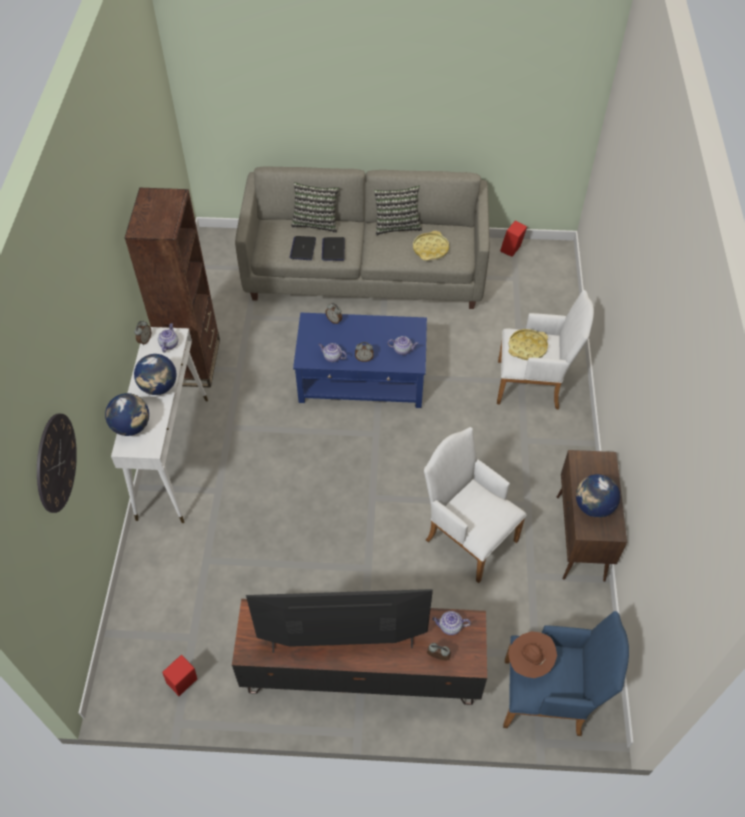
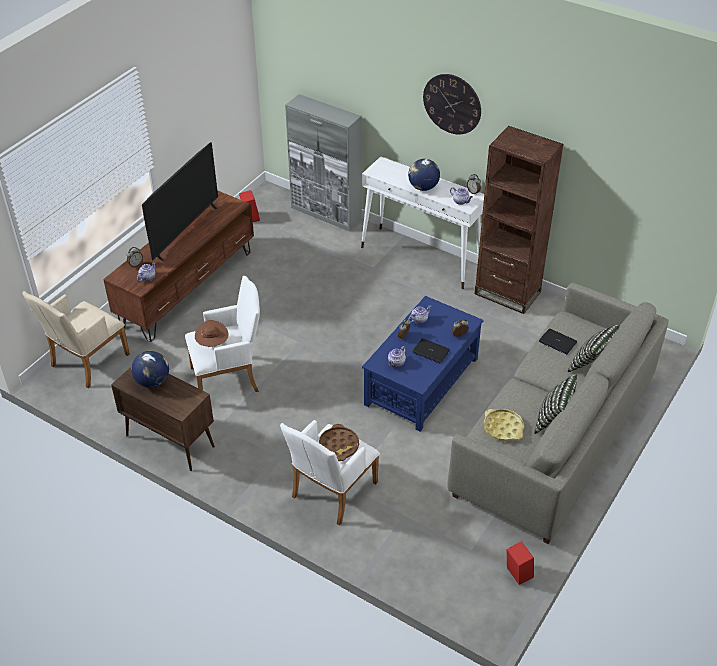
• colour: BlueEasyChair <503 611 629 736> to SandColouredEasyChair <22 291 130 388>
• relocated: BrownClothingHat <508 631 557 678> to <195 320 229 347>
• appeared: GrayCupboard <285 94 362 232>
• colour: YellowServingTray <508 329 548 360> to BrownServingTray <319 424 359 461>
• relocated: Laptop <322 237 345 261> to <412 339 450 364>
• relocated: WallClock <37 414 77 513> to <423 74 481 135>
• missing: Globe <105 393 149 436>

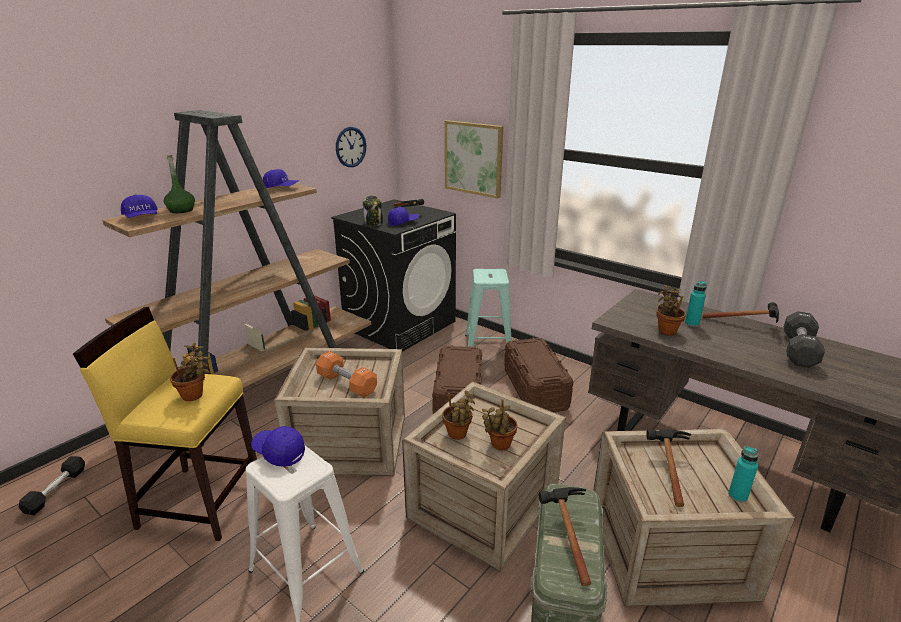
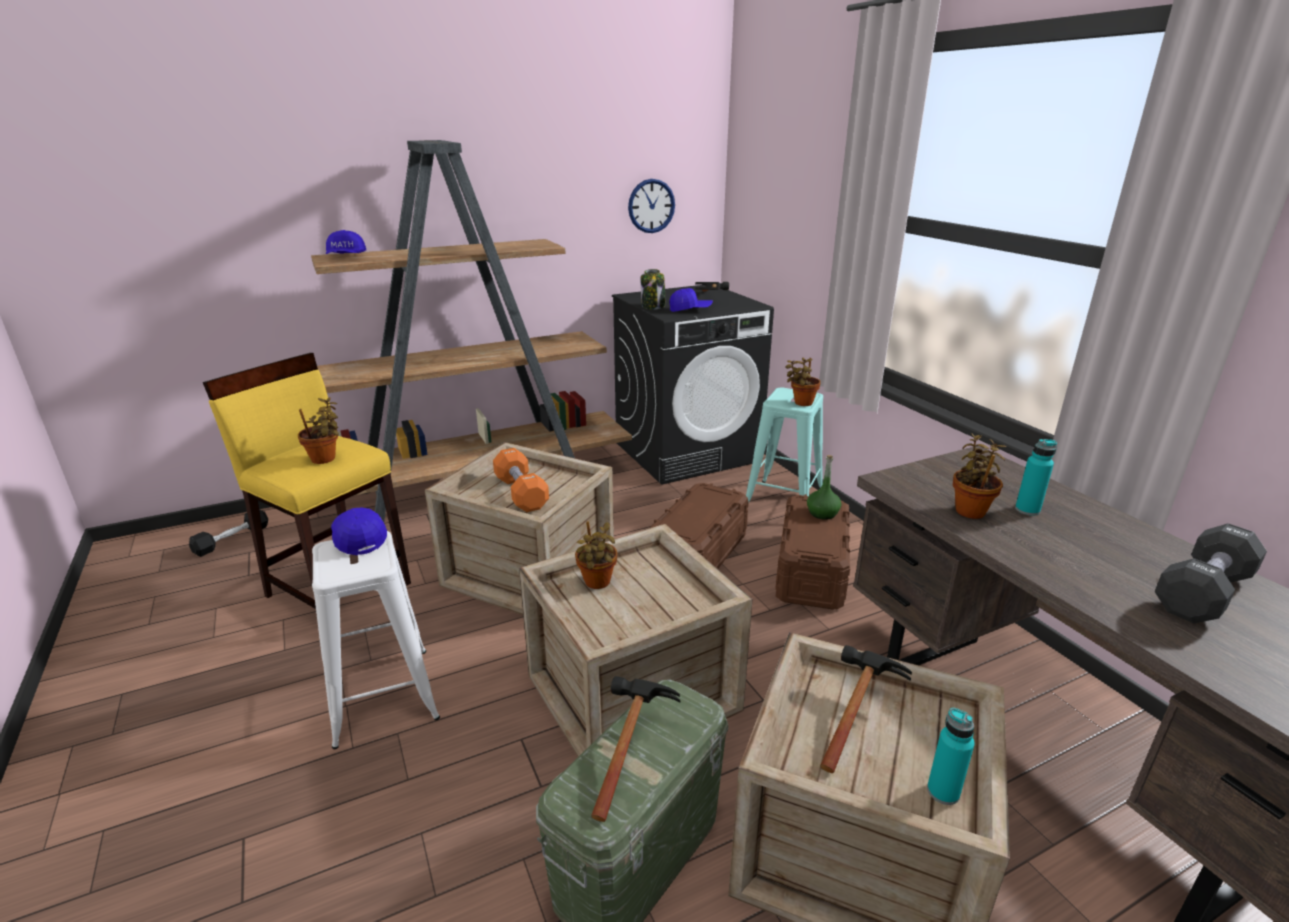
• relocated: Houseplant <482 399 517 450> to <785 357 821 406>
• relocated: GreenColouredBottle <163 155 195 213> to <807 455 842 520>
• missing: BlueCap <263 169 300 188>
• missing: WallArt <444 120 503 199>
• missing: ToolHammer <703 302 779 323>

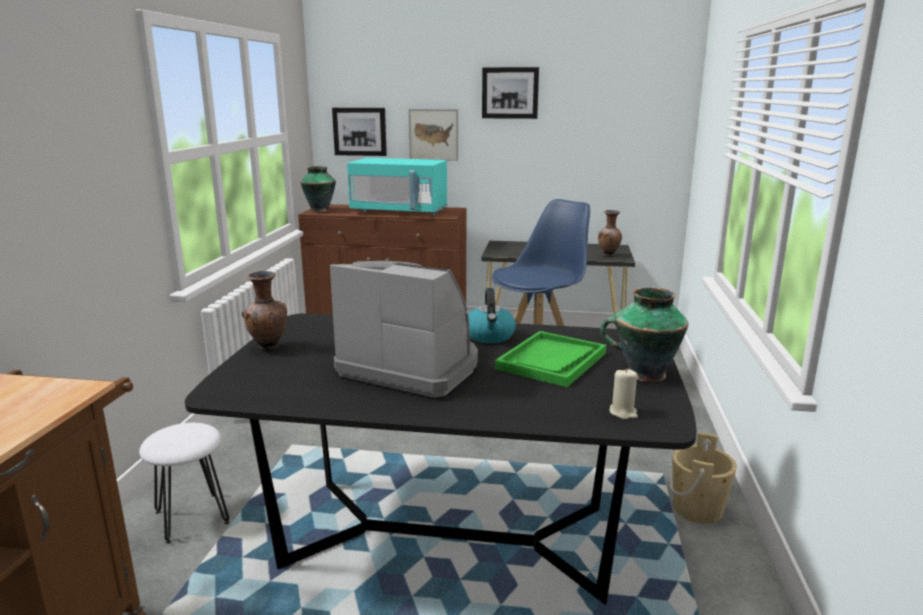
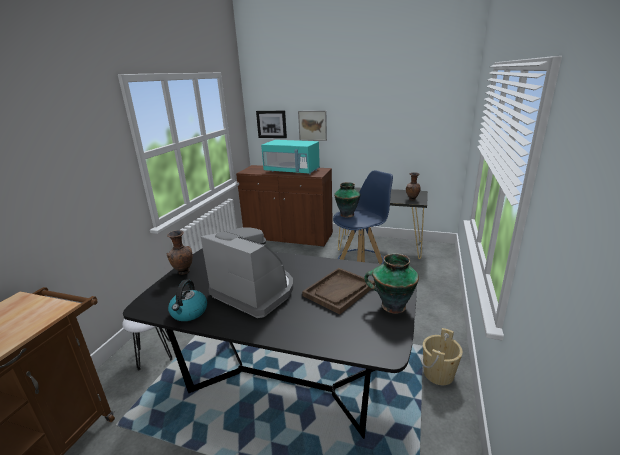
• relocated: TeaKettle <468 288 516 343> to <168 280 207 321>
• colour: GreenColouredServingTray <495 331 606 387> to BrownServingTray <302 268 375 314>
• relocated: Vase <300 166 336 212> to <334 182 360 217>
• missing: WallArt <482 67 539 119>
• missing: SandColouredWaxCandle <610 368 638 419>

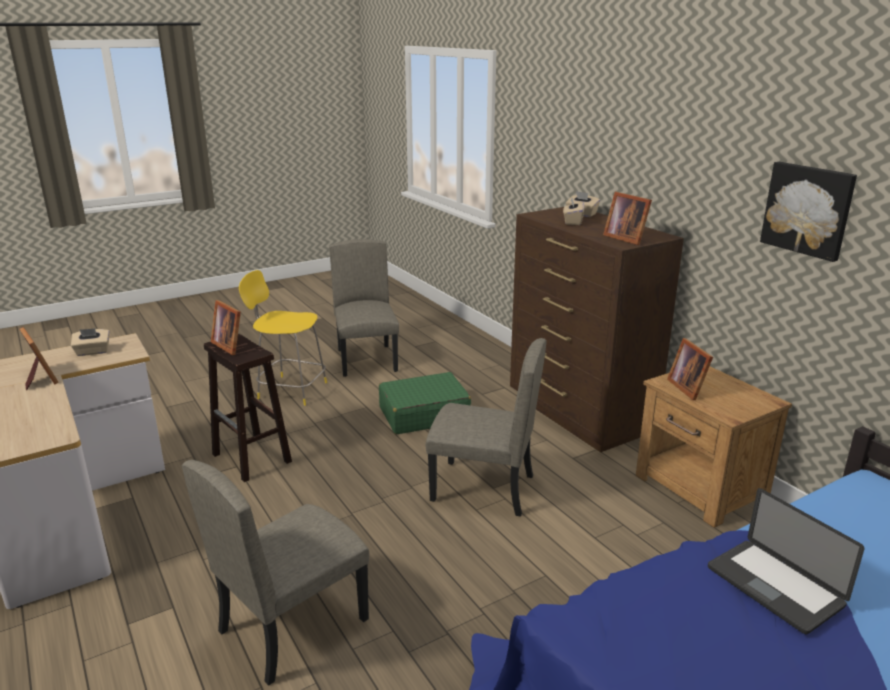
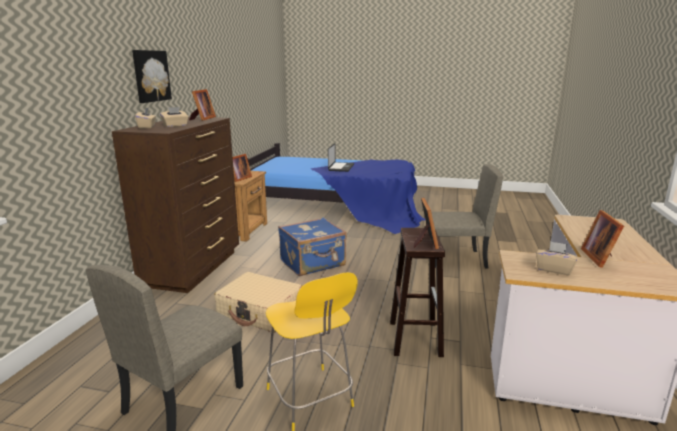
• relocated: WallArt <760 162 857 262> to <132 50 172 103>
• colour: GreenColouredTravelCase <379 372 471 434> to SandColouredTravelCase <214 272 302 333>
• exchanged: SandColouredChair <426 338 547 517> to BlueTravelCase <278 218 347 276>

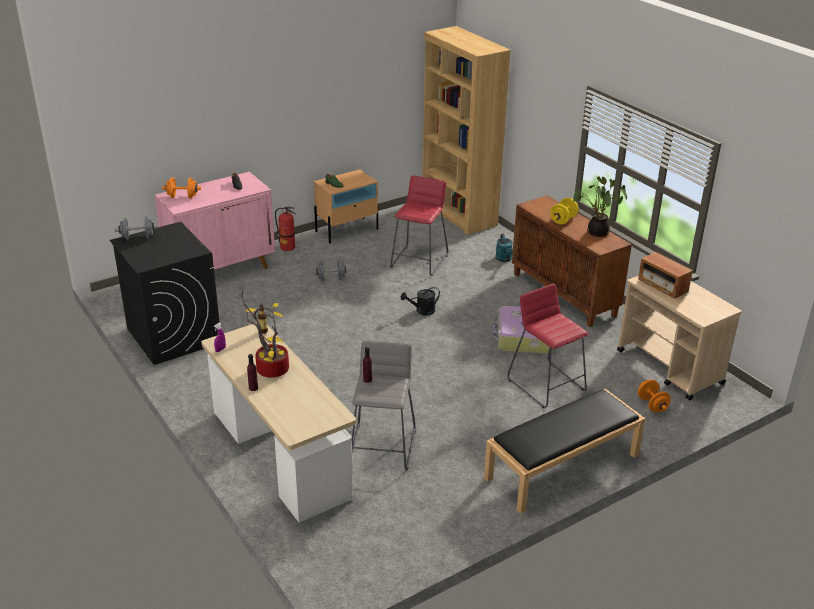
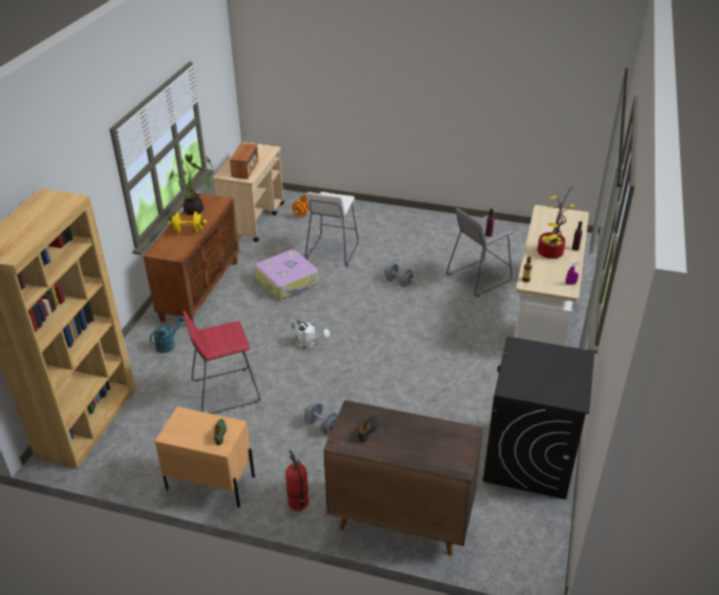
• colour: BlackishWateringCan <401 287 440 315> to WhitishWateringCan <292 320 330 349>
• colour: ReddishSittingStool <507 283 589 408> to WhitishSittingStool <305 192 359 267>
• colour: PinkColouredCupboard <154 172 275 269> to BrownCupboard <324 400 483 556>
• relocated: GrayDumbbell <115 216 158 240> to <384 263 415 287>
• missing: OrangeyDumbbell <162 177 201 199>
• missing: BlackishIndoorBench <484 389 645 514>

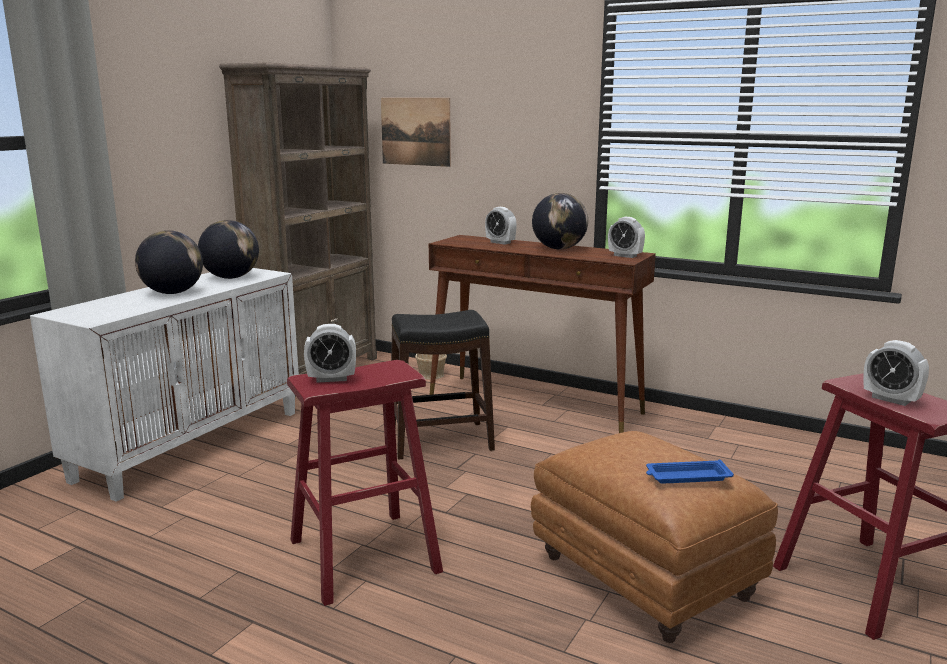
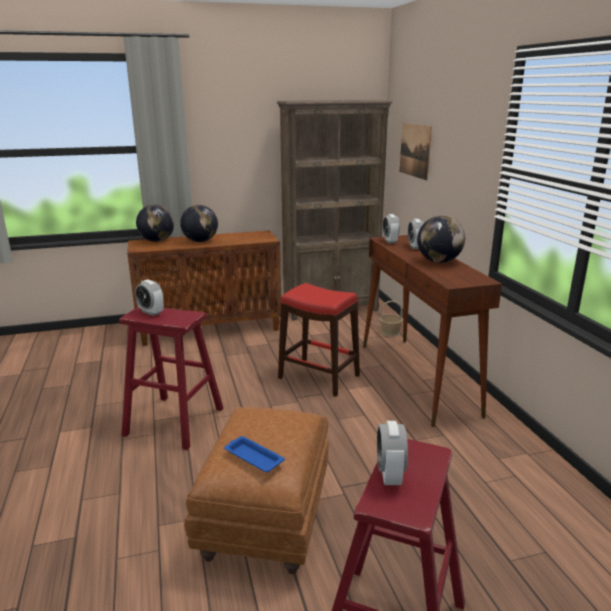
• colour: WhitishCupboard <30 268 299 502> to BrownCupboard <127 230 281 346>
• relocated: Globe <198 220 259 279> to <136 205 174 242>
• colour: BlackishSittingStool <391 310 495 459> to ReddishSittingStool <278 283 360 396>
• relocated: TableClock <608 217 645 258> to <383 214 400 243>

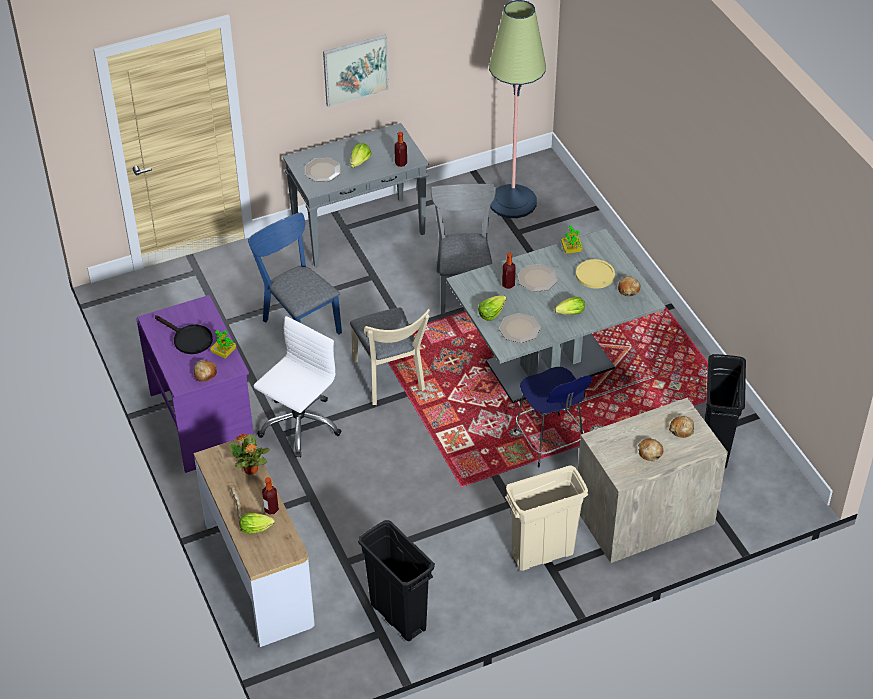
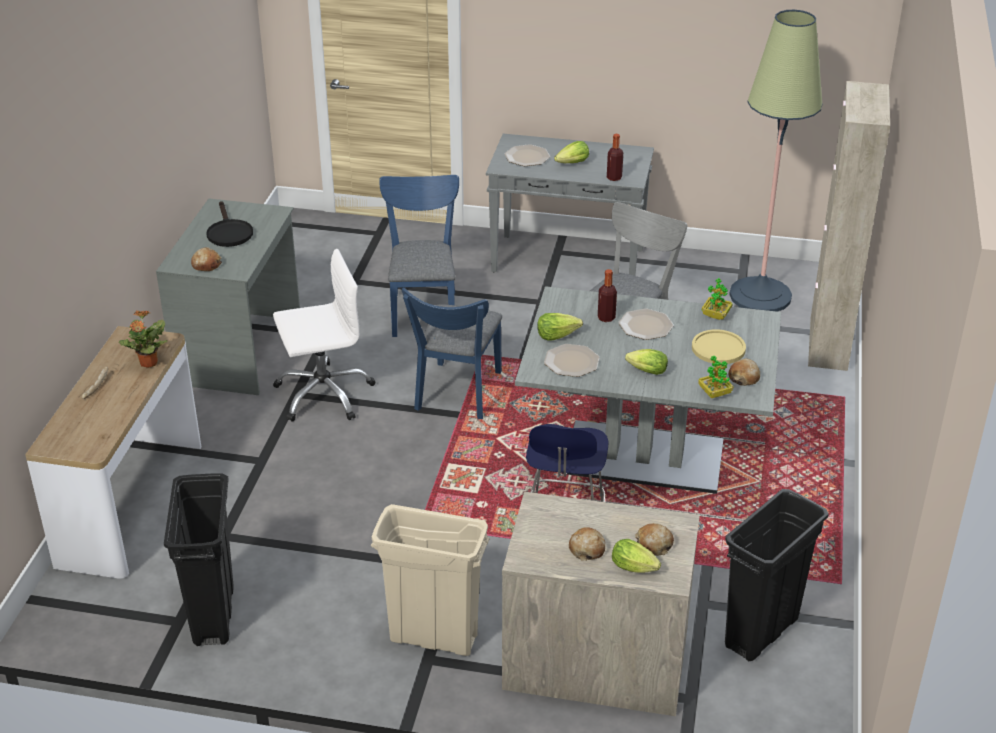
• colour: PurplishDesk <136 295 254 473> to GrayDesk <156 199 300 395>
• colour: SandColouredChair <350 308 430 405> to BlueChair <401 288 502 419>
• relocated: LettuceHead <240 513 275 534> to <612 539 661 573>
• relocated: Houseplant <210 330 236 359> to <698 356 733 398>
• appeared: SandColouredCupboard <808 81 890 371>
• missing: Bottle <262 477 279 515>
• missing: WallArt <323 35 389 107>

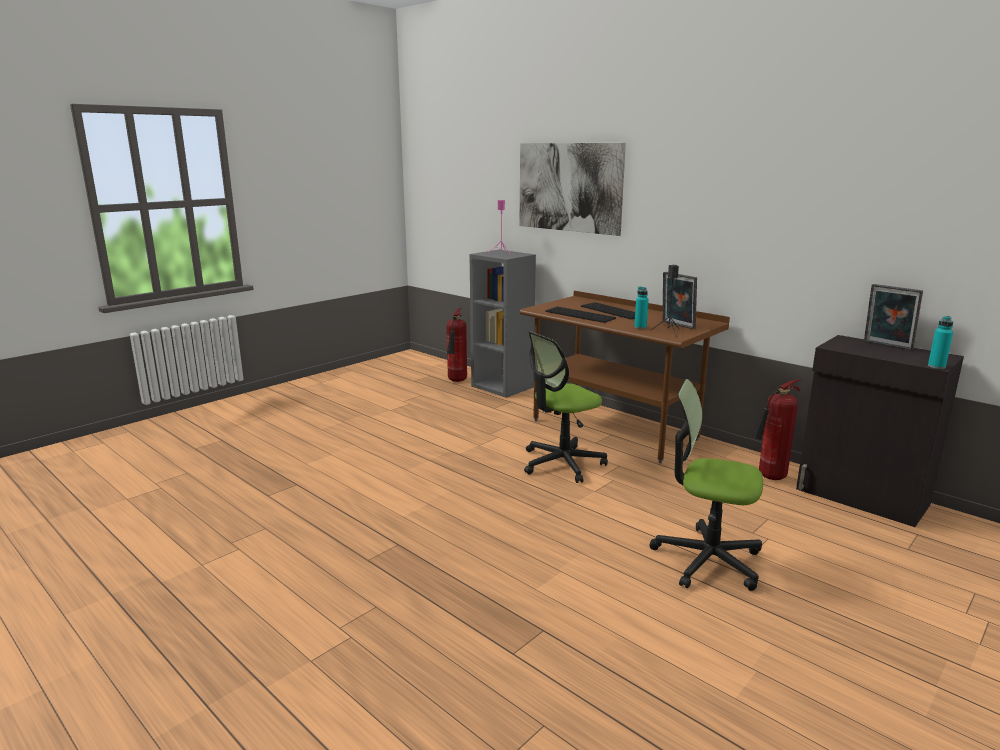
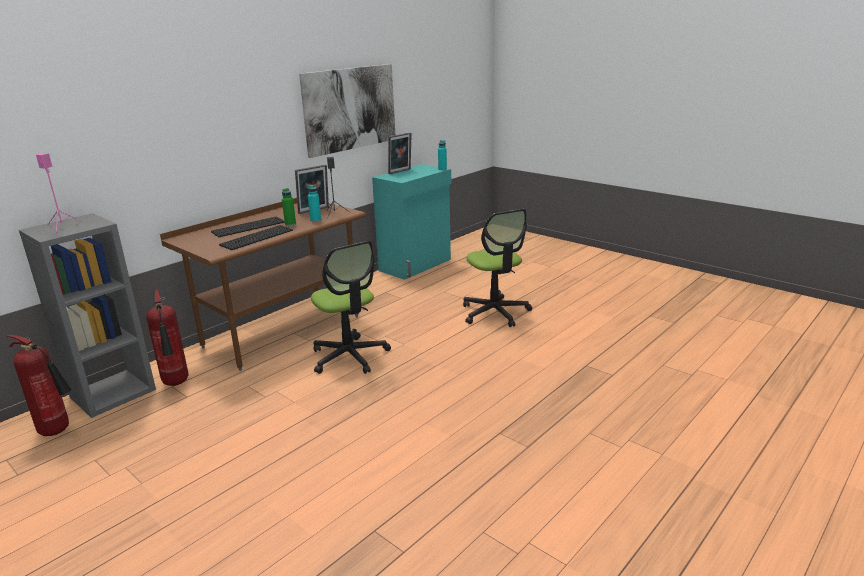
• relocated: Extinguisher <751 379 802 480> to <146 290 188 386>
• appeared: GreenColouredBottle <282 188 296 226>
• relocated: WallArt <519 143 626 236> to <299 64 395 158>
• colour: BlackishCupboard <796 335 964 527> to BlueGreenCupboard <372 164 451 280>
• spun: OfficeChair <650 379 763 591> = <463 209 532 327> 45 degrees counterclockwise

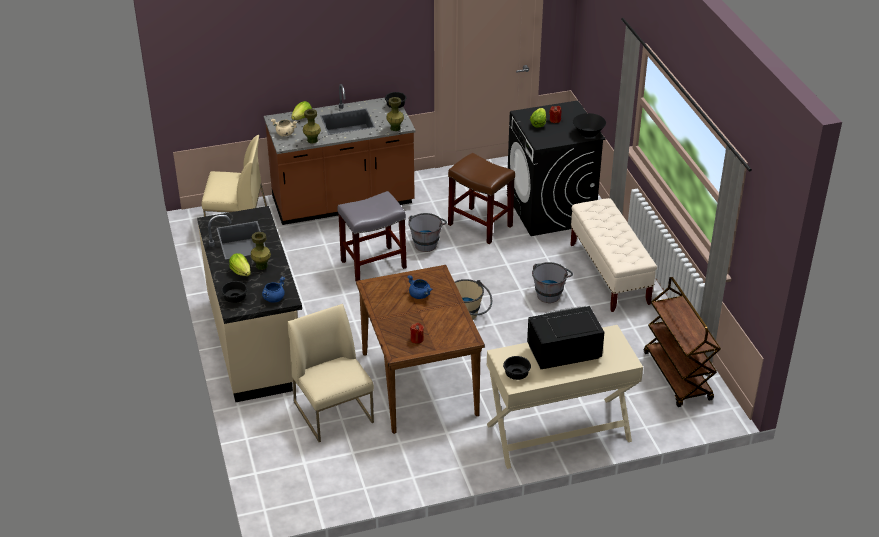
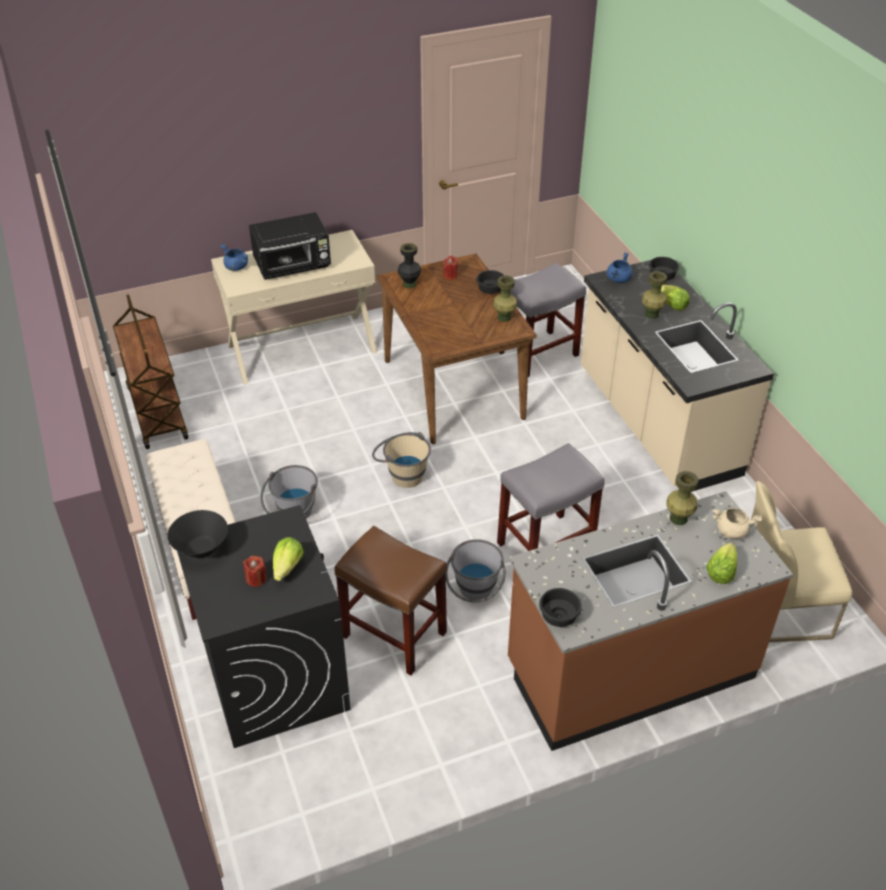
• relocated: BlueCookingPot <407 275 432 299> to <221 245 248 271>
• appeared: BlackishVase <398 243 421 288>
• relocated: BlackishServingBowl <503 356 531 380> to <476 270 504 294>
• relocated: GreenColouredVase <386 97 404 131> to <493 275 517 322>
• exchanged: SandColouredChair <288 304 374 442> to GraySittingStool <499 263 586 377>

